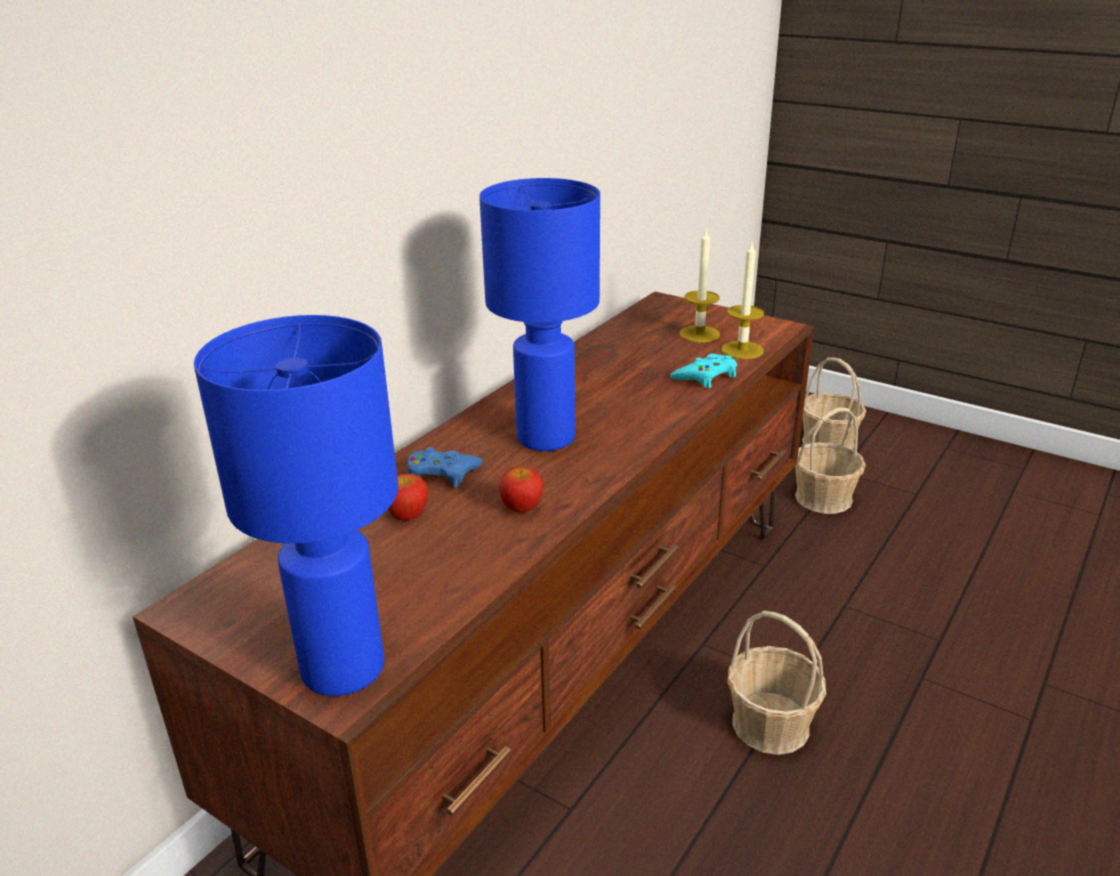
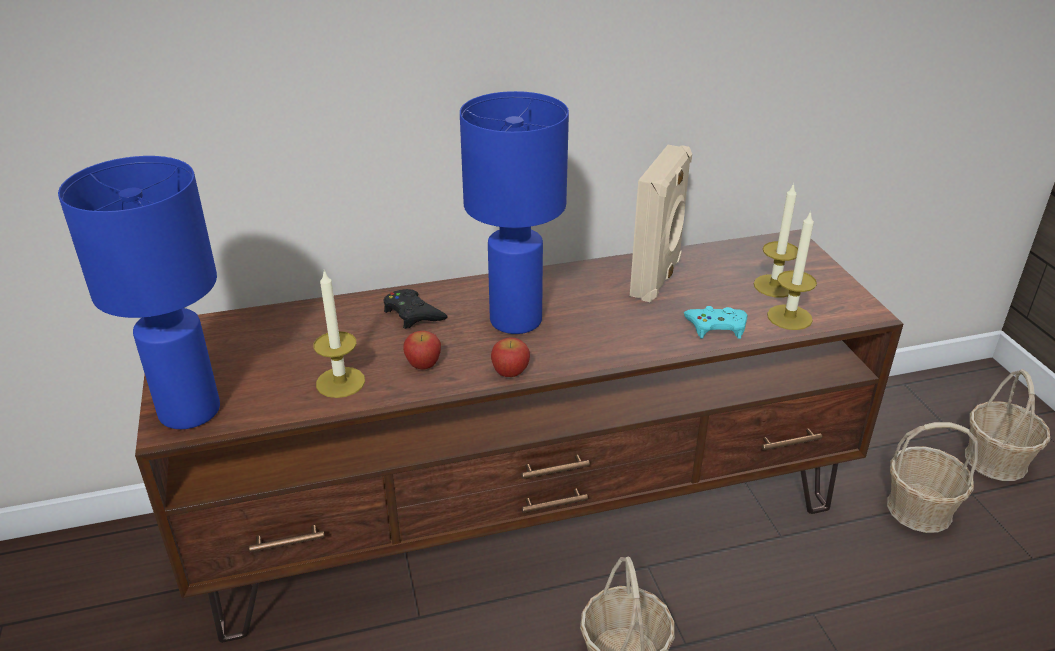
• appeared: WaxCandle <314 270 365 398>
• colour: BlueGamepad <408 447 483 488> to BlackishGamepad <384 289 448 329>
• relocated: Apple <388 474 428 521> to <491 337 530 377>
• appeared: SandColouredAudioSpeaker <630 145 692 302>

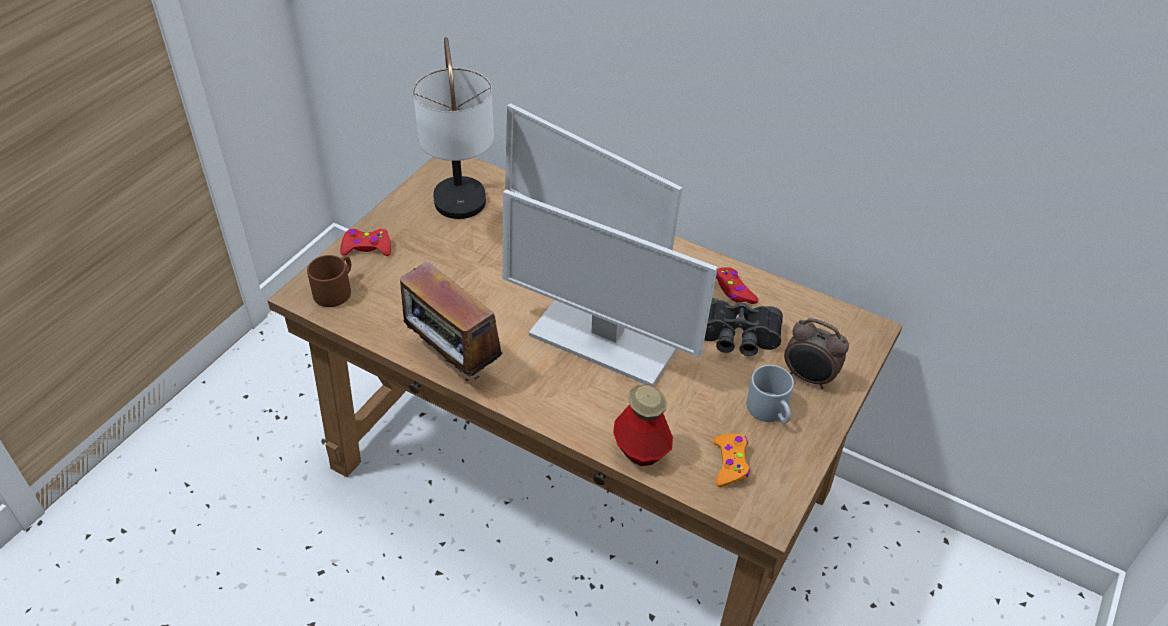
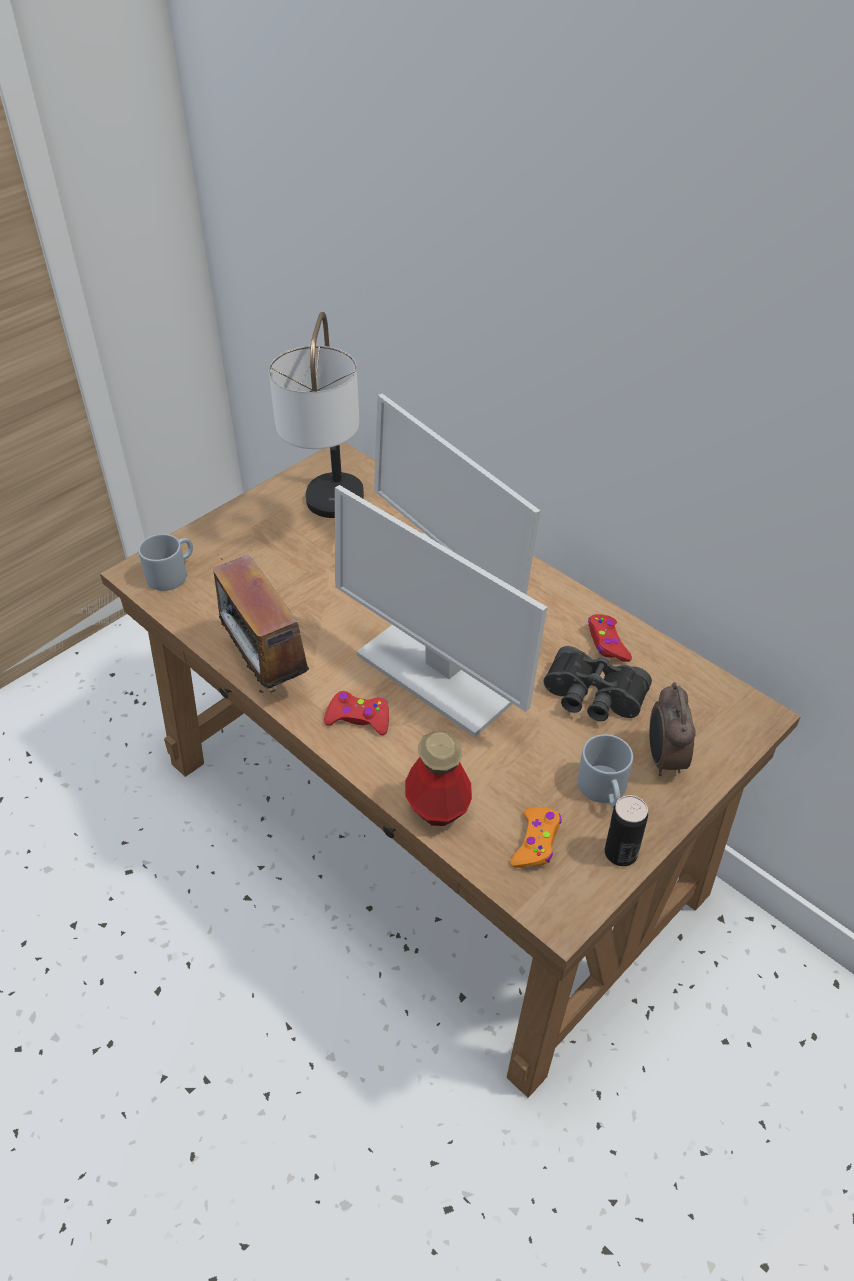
• colour: BrownTeaMug <307 255 351 307> to GrayTeaMug <138 534 193 591>
• relocated: ReddishGamepad <340 229 391 256> to <324 691 389 735>
• appeared: Can <605 795 648 866>
• spun: TableClock <784 318 849 389> = <650 682 696 776> 45 degrees clockwise

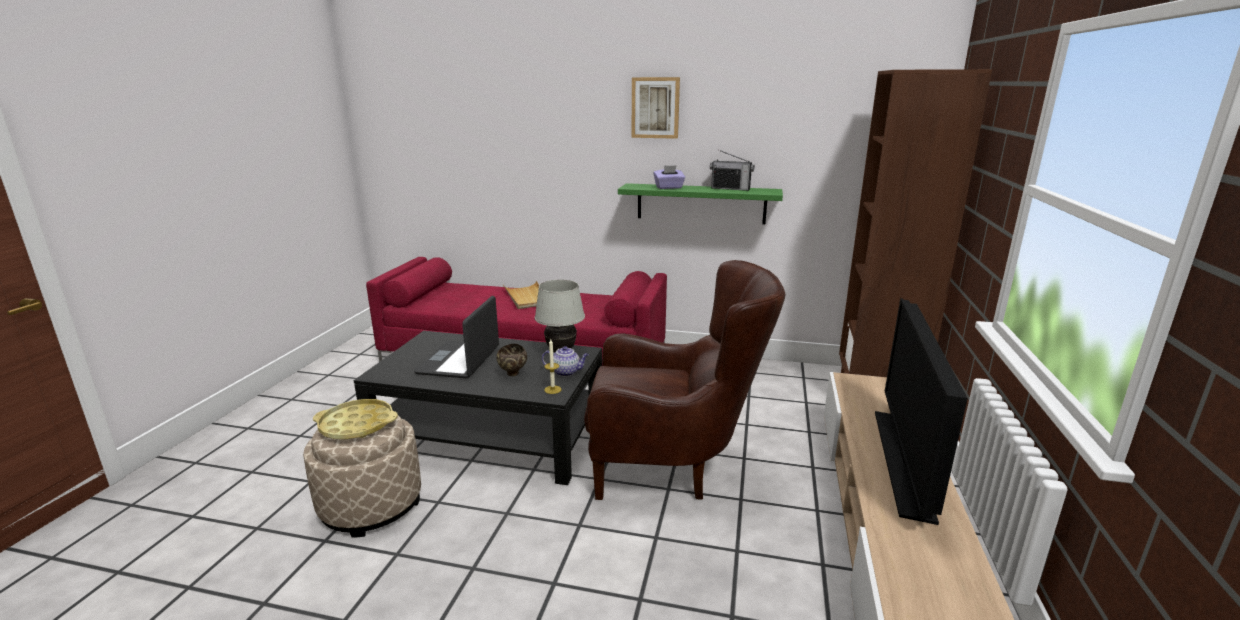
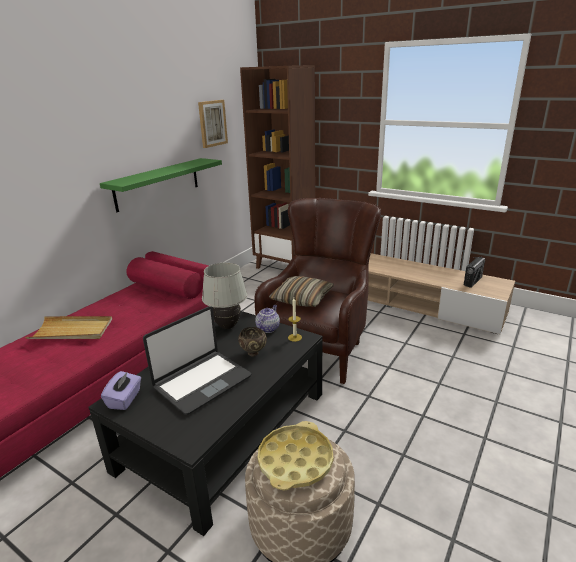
• relocated: PurplishTissueHolder <653 165 685 189> to <101 371 141 410>
• spun: Laptop <414 296 499 378> = <143 306 251 415> 75 degrees counterclockwise
• relocated: WallArt <631 77 680 139> to <198 100 228 148>
• appeared: Cushion <269 276 334 307>
• relocated: Radio <710 150 755 191> to <464 257 485 288>
• missing: Tv <875 298 968 525>

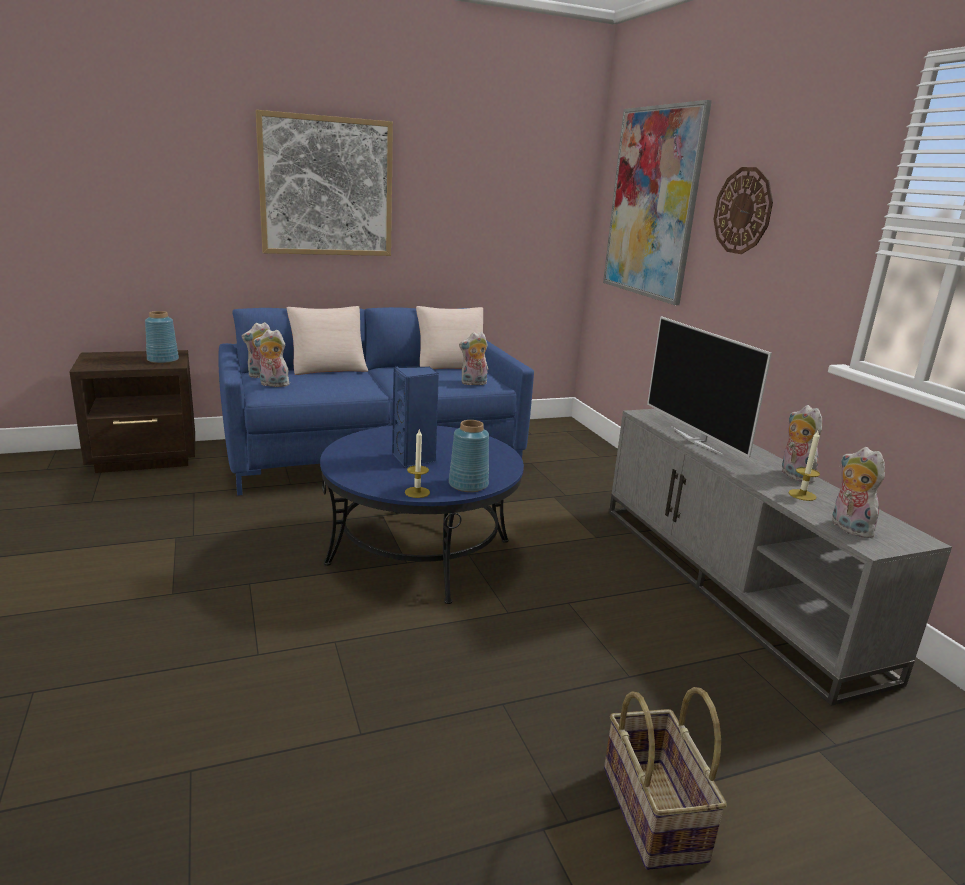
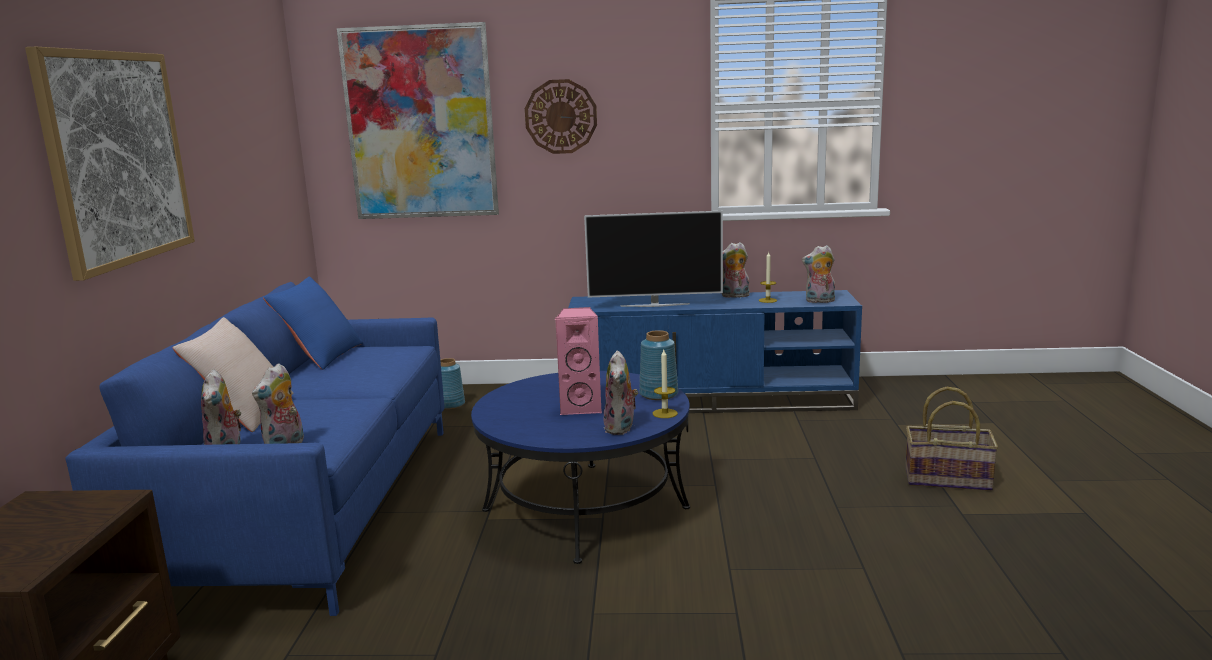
• colour: SandColouredCushion <416 306 488 369> to BlueCushion <263 276 363 370>
• relocated: BlueVase <145 311 179 364> to <440 358 465 409>
• colour: BlueAudioSpeaker <392 367 439 468> to PinkColouredAudioSpeaker <555 307 602 416>
• colour: GrayMediaConsole <609 409 952 706> to BlueMediaConsole <568 290 862 413>
• relocated: PlushToy <459 332 488 385> to <604 350 638 435>

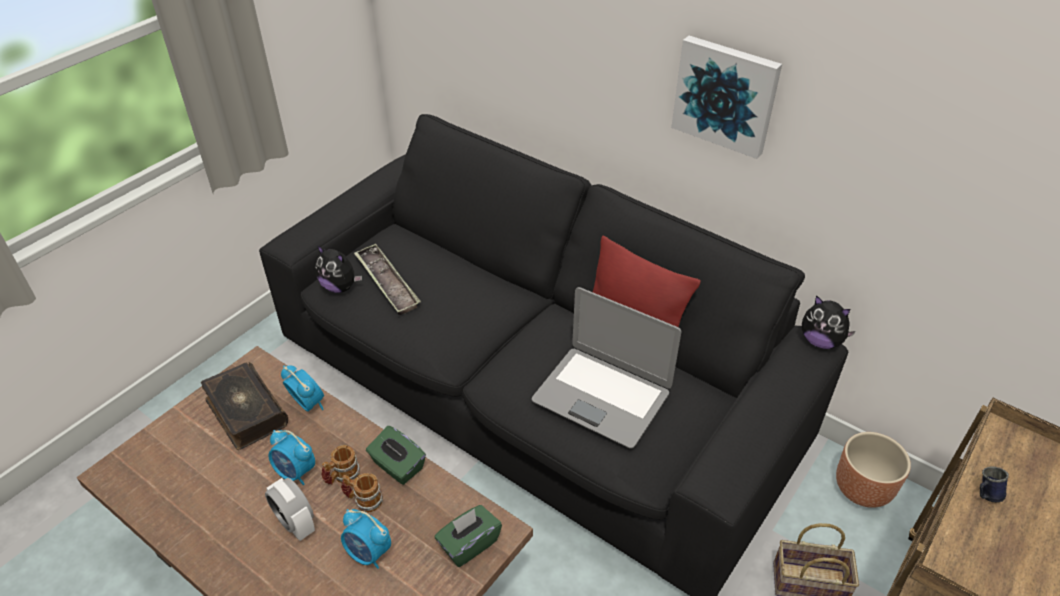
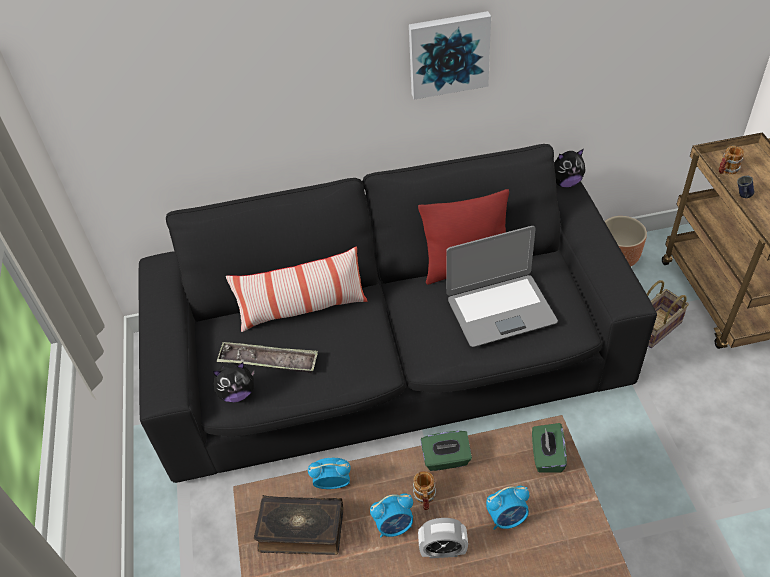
• appeared: Cushion <226 247 367 332>
• relocated: TeaMug <341 473 383 512> to <719 146 744 174>

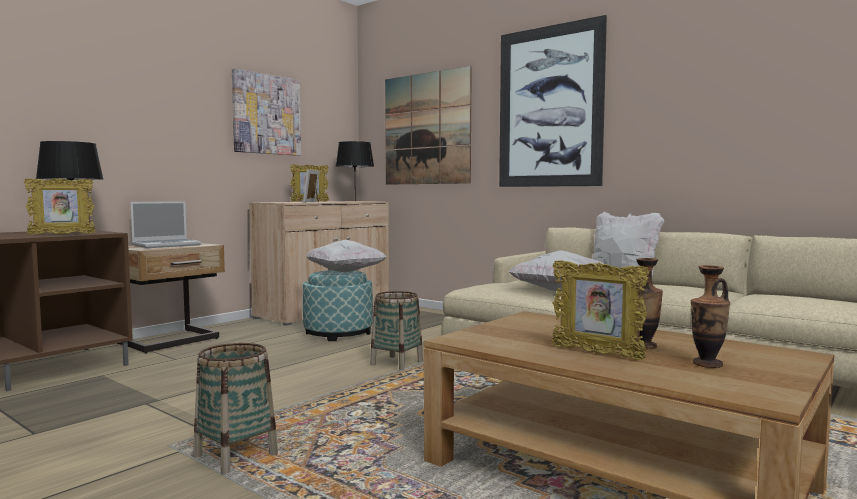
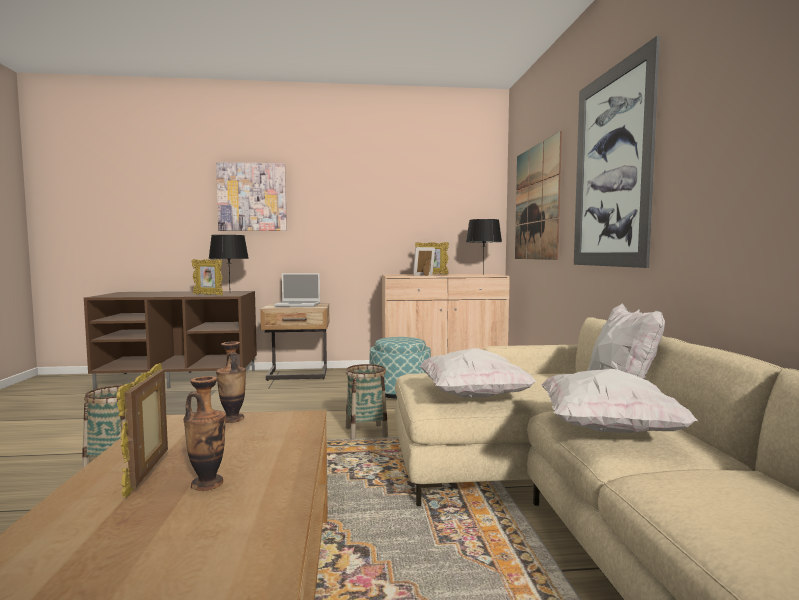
• relocated: WallArt <232 68 301 156> to <216 162 287 231>
• relocated: Vase <691 265 730 368> to <216 341 246 423>
• relocated: WhitishCushion <306 240 387 273> to <541 369 698 433>

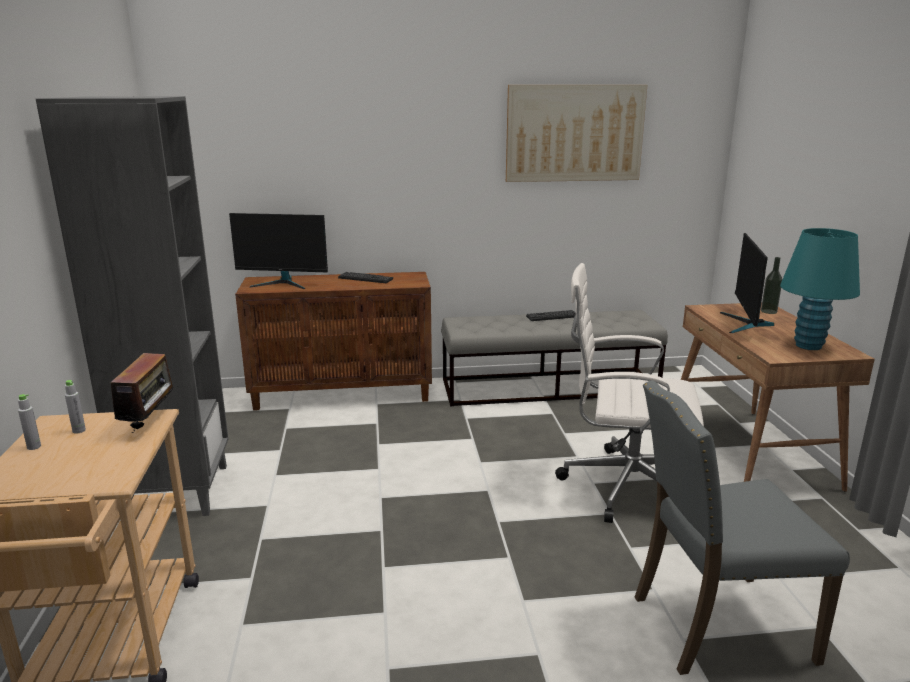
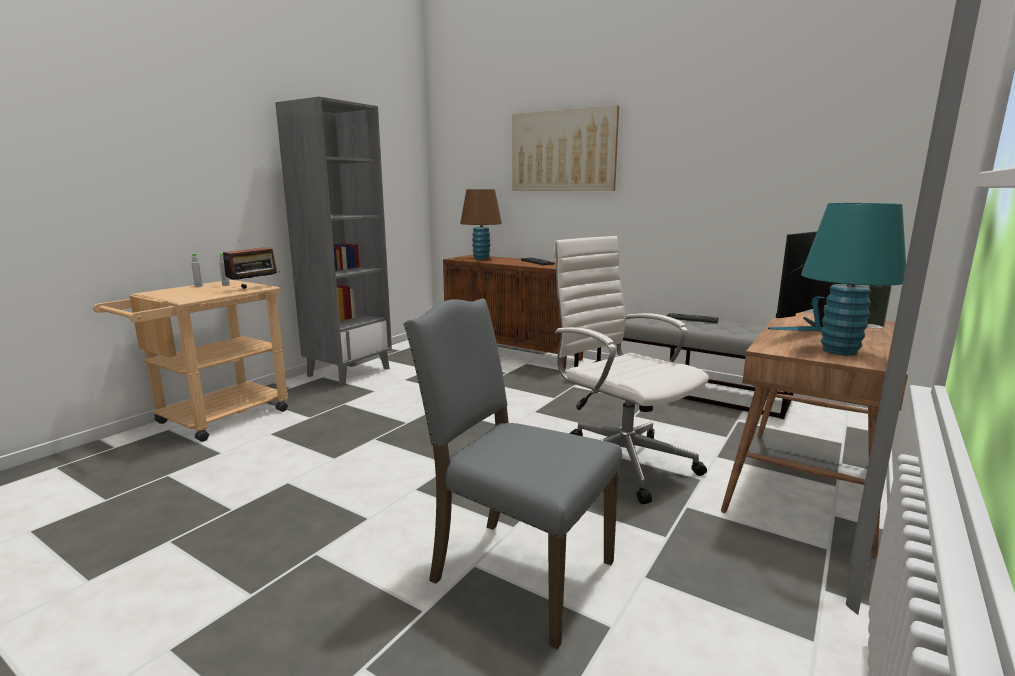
• exchanged: ComputerScreen <229 213 328 289> to BrownLampForATable <460 189 502 260>
• relocated: WallArt <506 85 647 182> to <512 105 619 191>

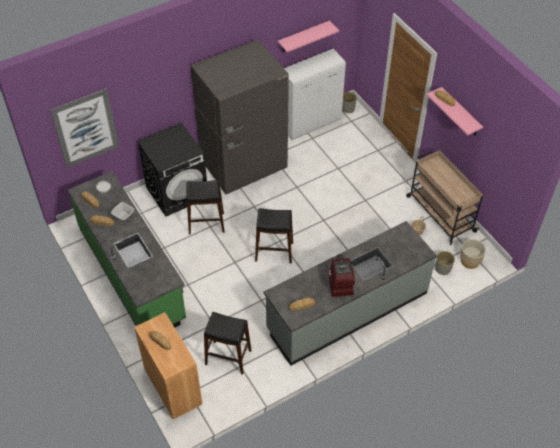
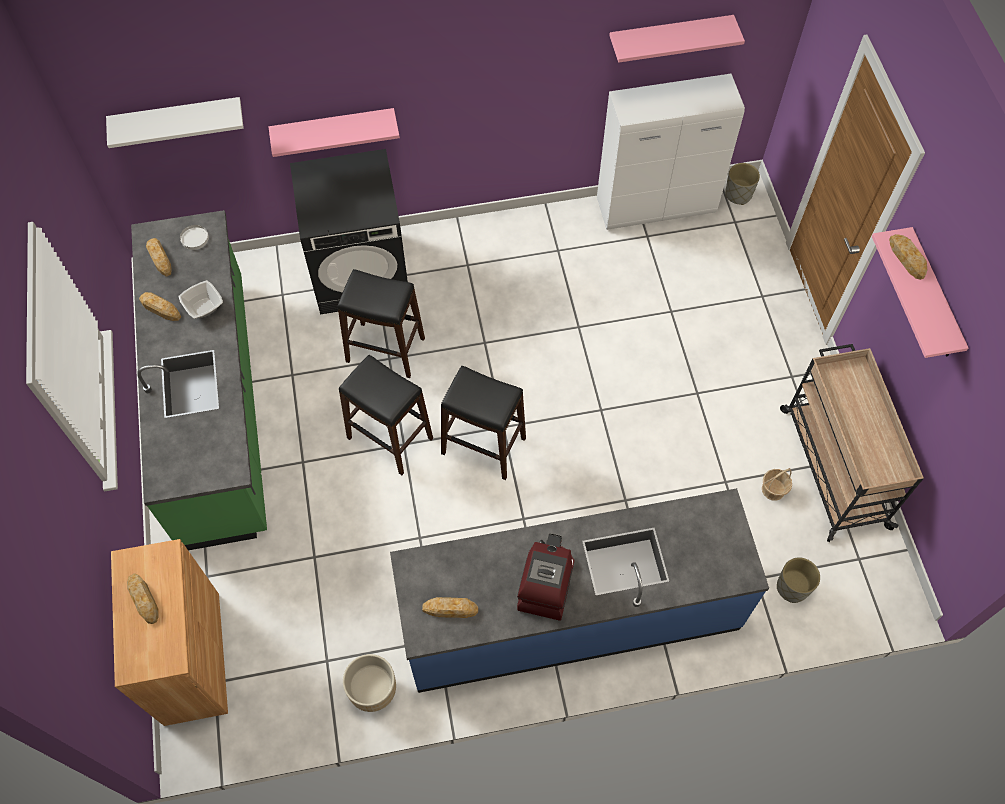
• exchanged: WallArt <50 88 119 168> to WhitishWallShelf <106 97 244 148>
• appeared: PinkColouredWallShelf <269 108 400 157>
• relocated: BlackishSittingStool <204 312 251 375> to <339 355 433 475>
• relocated: SandColouredPlanter <460 239 486 269> to <343 654 396 712>
• colour: GrayKitchenBaseUnit <264 221 437 366> to BlueKitchenBaseUnit <390 488 769 693>
• missing: GrayFridge <191 40 289 194>

